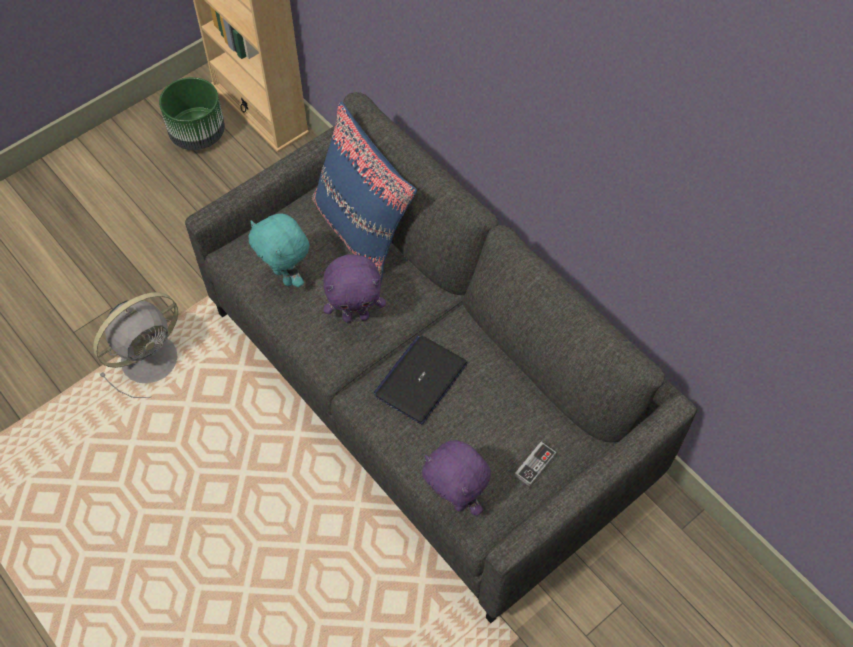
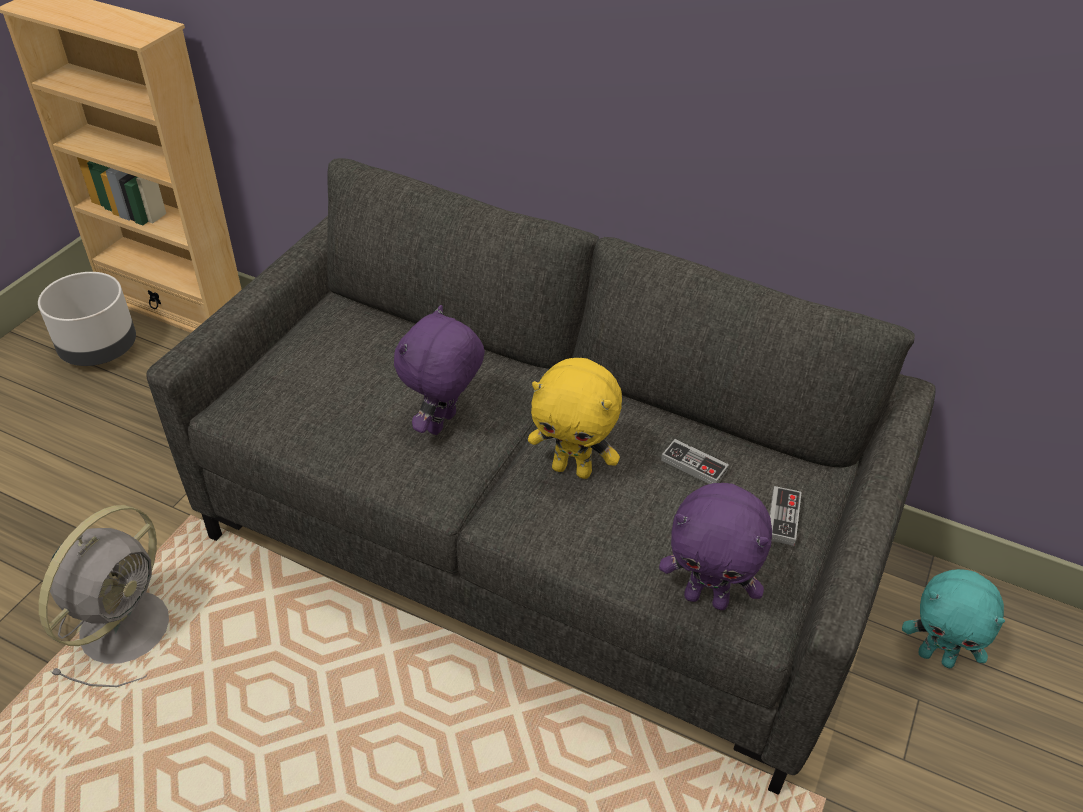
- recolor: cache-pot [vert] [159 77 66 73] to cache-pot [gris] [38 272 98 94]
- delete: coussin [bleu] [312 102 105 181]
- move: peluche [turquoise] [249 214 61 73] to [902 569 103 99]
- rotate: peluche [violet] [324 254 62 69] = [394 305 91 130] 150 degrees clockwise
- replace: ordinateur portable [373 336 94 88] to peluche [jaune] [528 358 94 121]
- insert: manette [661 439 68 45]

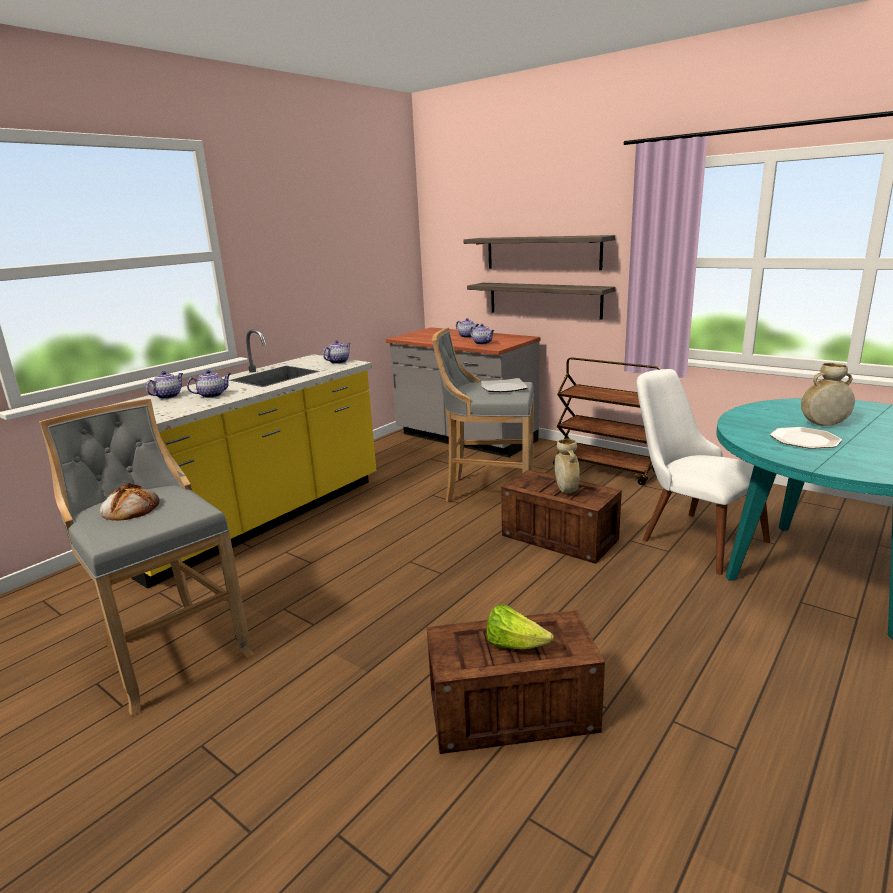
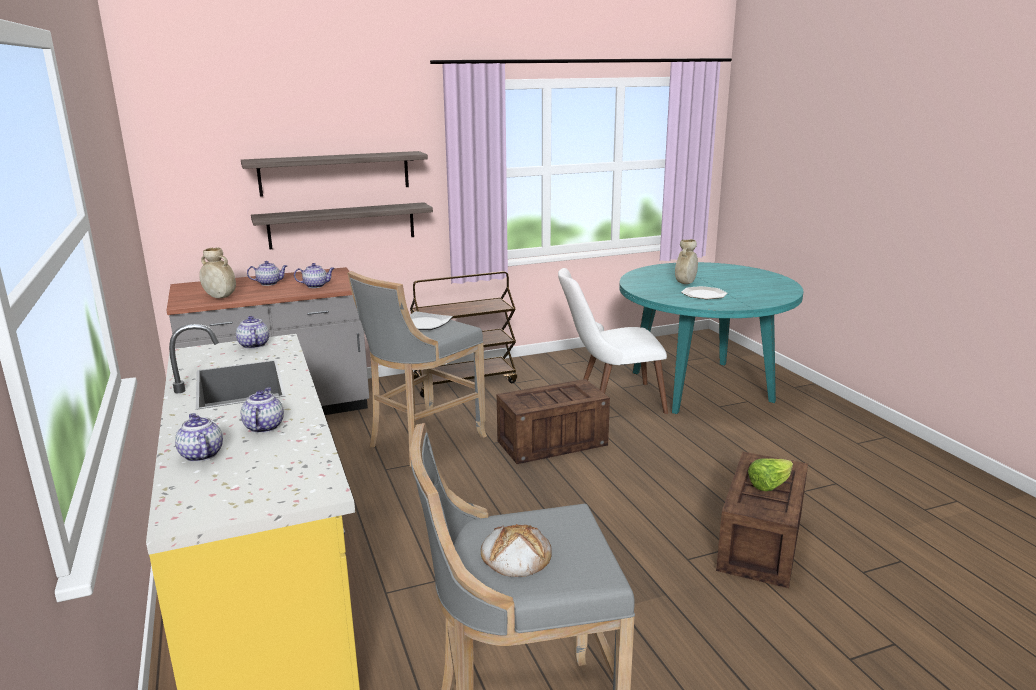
- move: vase [beige] [555 439 25 54] to [199 247 37 51]

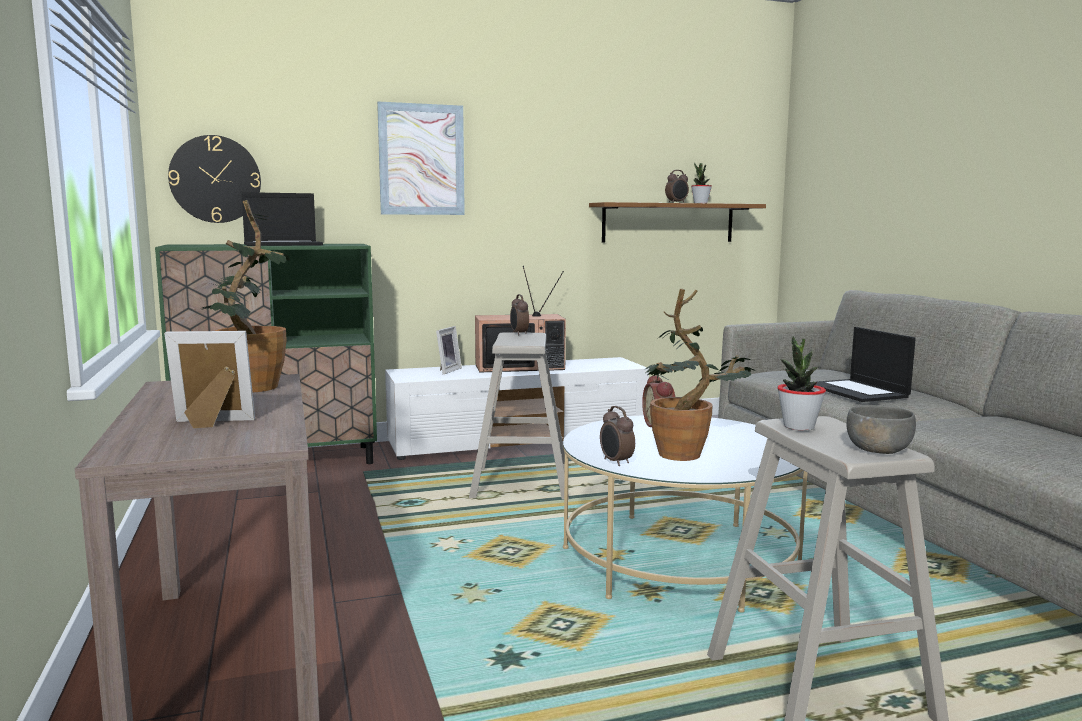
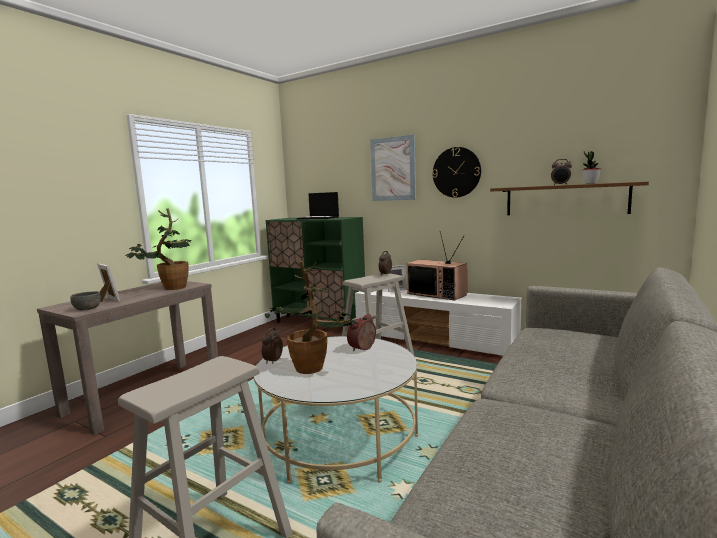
- move: horloge murale [168 135 93 88] to [432 147 49 51]
- delete: ordinateur portable [816 327 100 75]
- delete: plante en pot [777 336 49 95]
- move: bol [gris] [846 405 70 49] to [70 291 31 19]

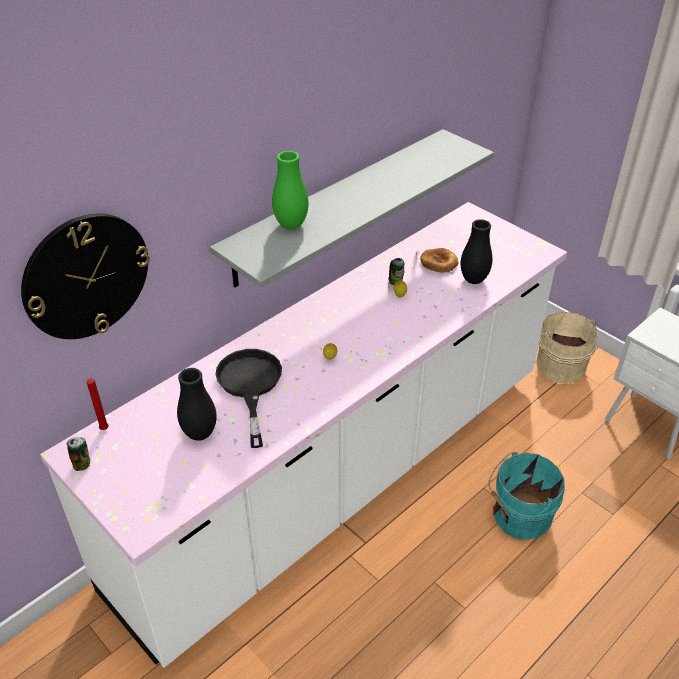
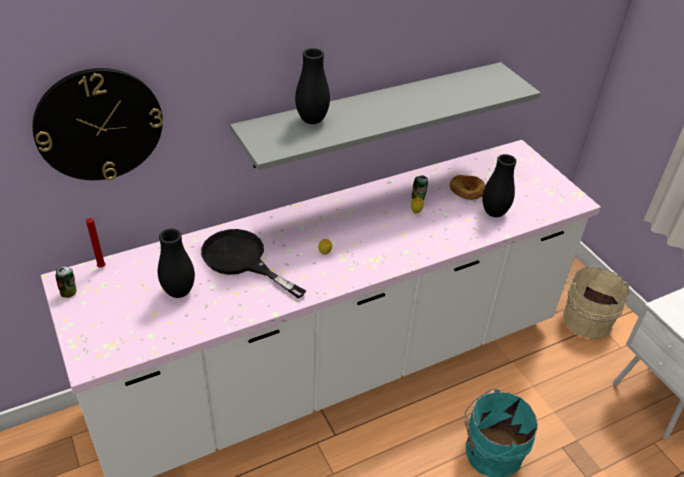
- recolor: vase [vert] [272 151 36 78] to vase [noir] [295 48 35 76]
- rotate: poêle [noir] [215 349 67 99] = [201 229 105 70] 60 degrees counterclockwise

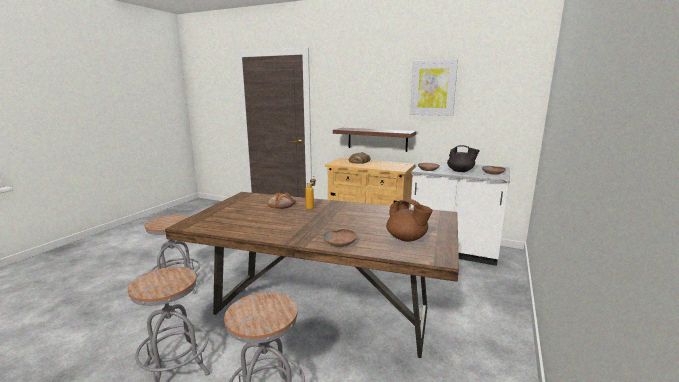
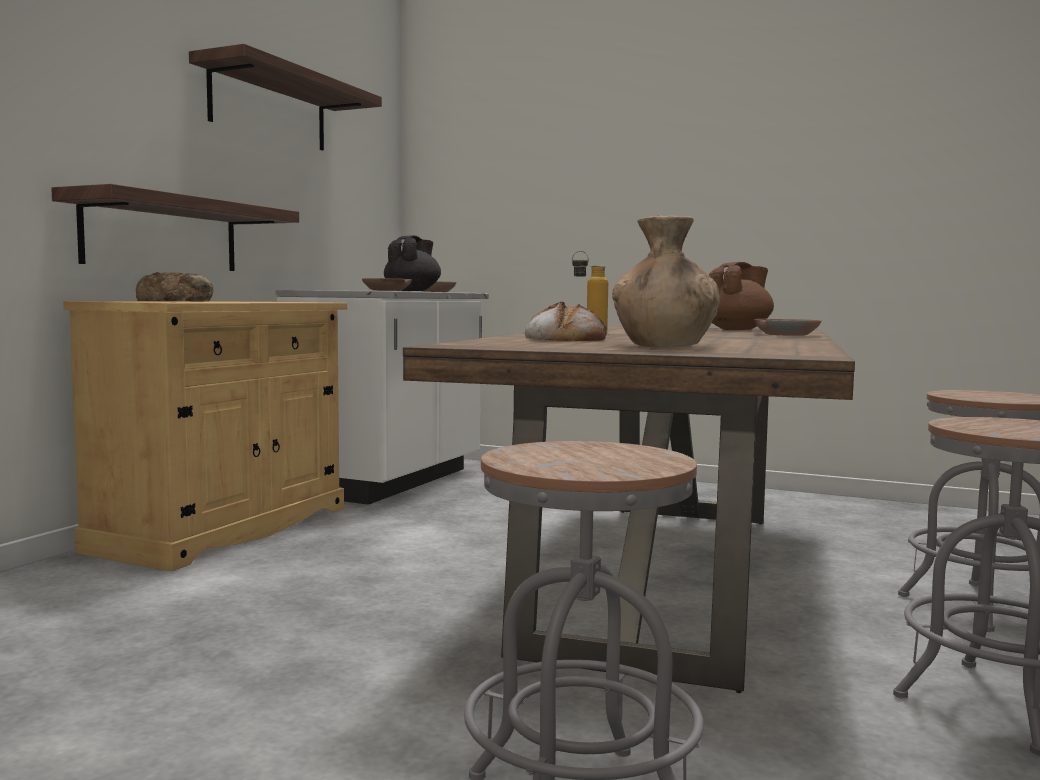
- replace: tableau [410 60 48 56] to étagère [189 44 193 107]
- insert: vase [marron] [612 216 108 131]

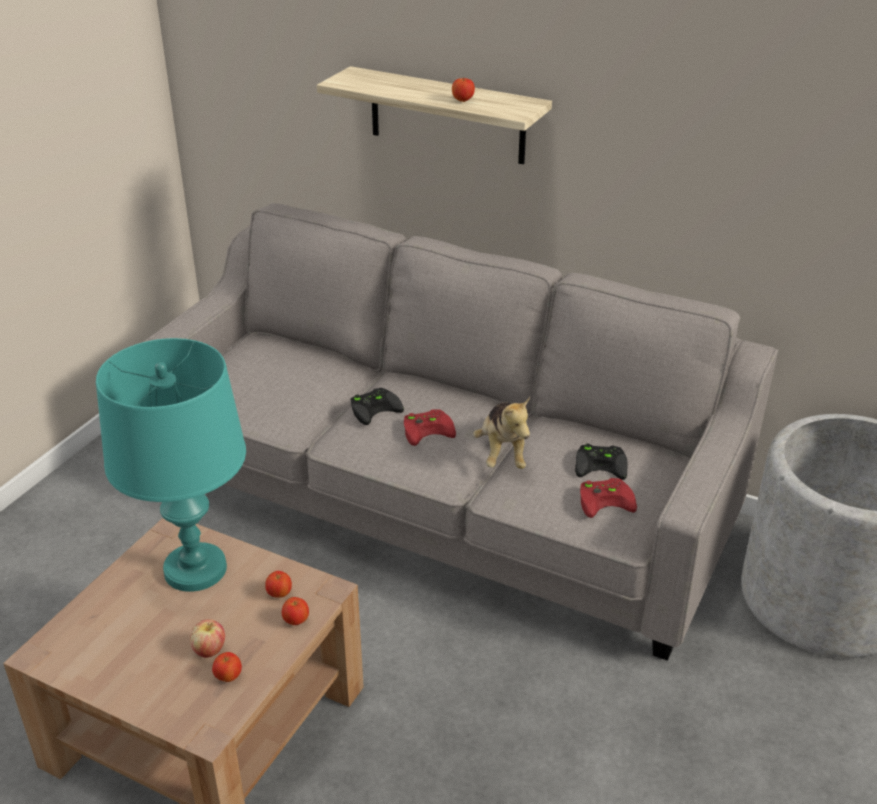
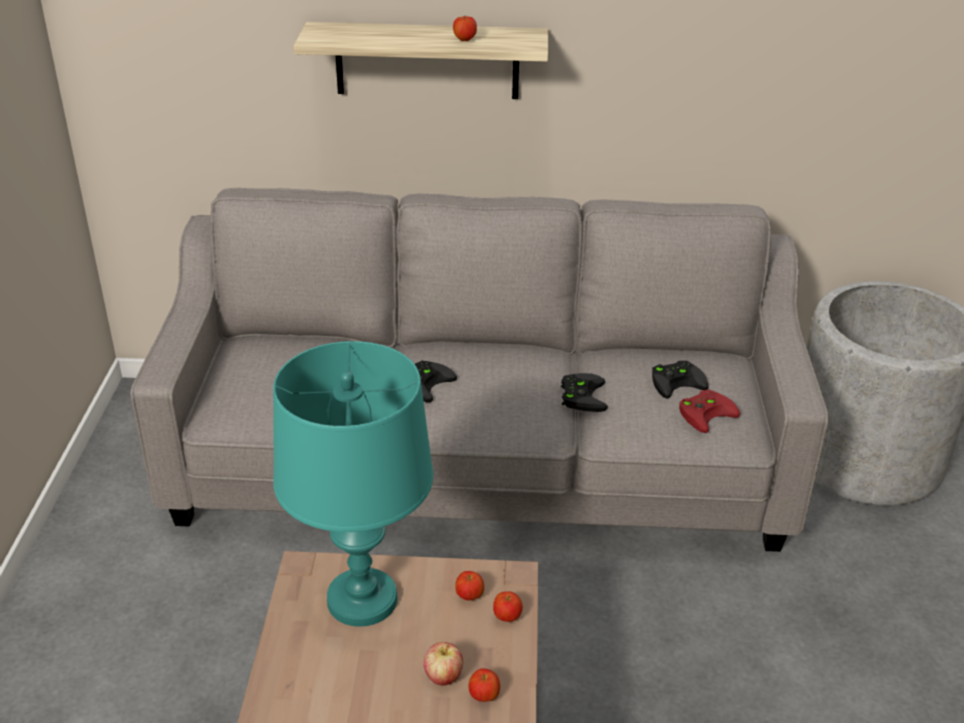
- replace: peluche [473 397 57 72] to manette [noir] [561 373 47 39]
- delete: manette [rouge] [404 409 52 37]

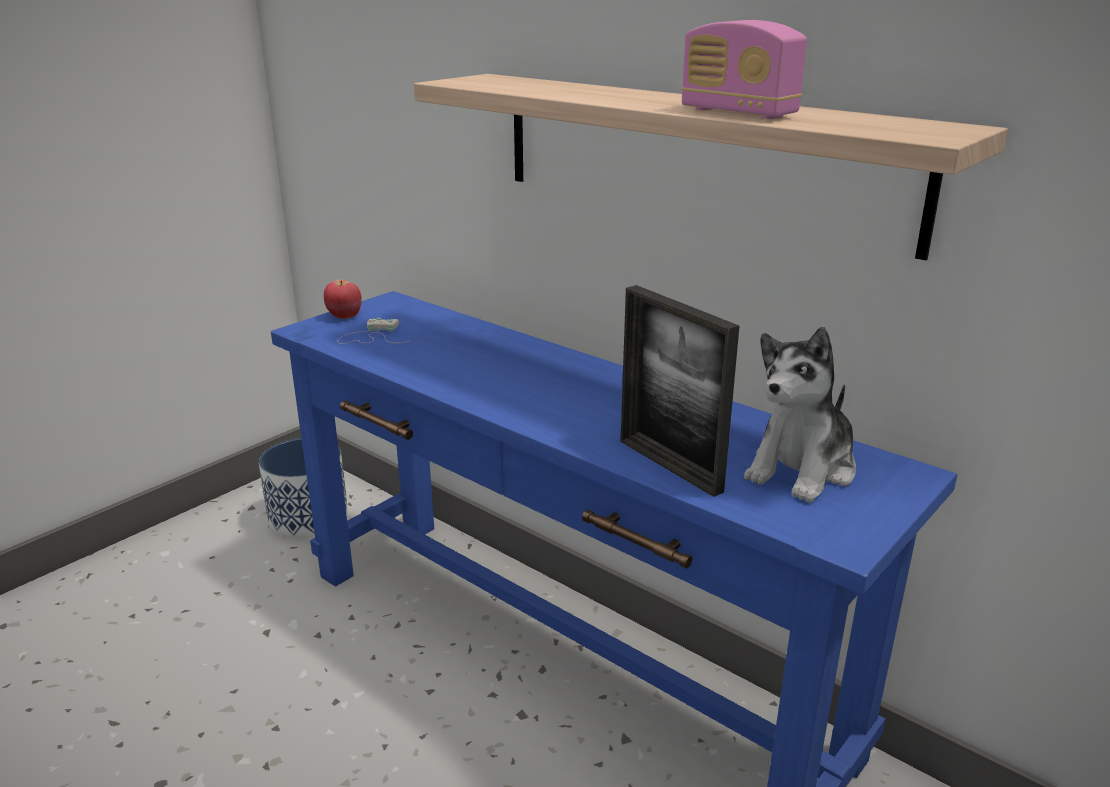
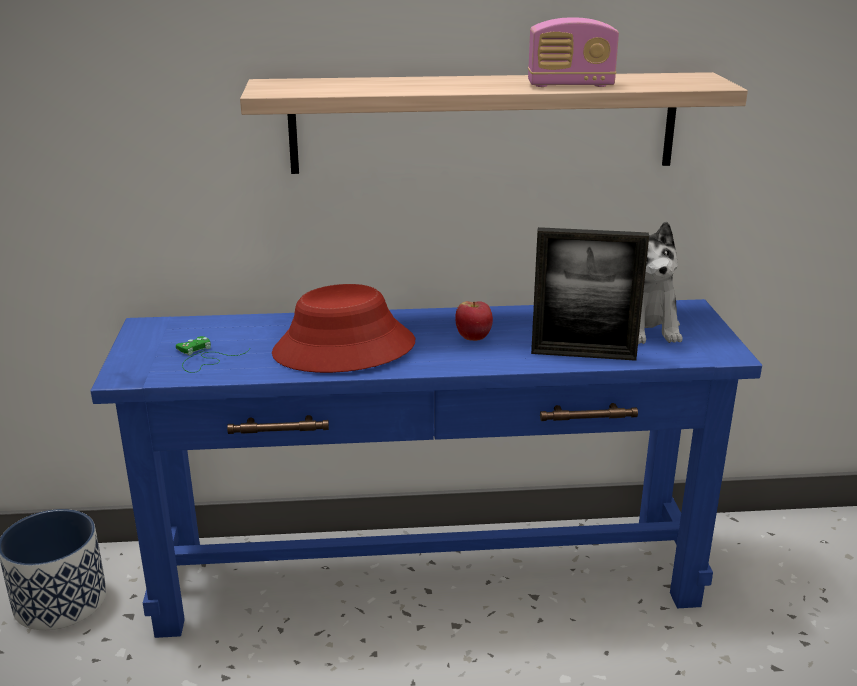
- move: pomme [324 280 38 39] to [455 301 38 40]
- recolor: manette [blanc] [337 318 73 26] to manette [vert] [176 336 74 37]
- insert: chapeau [rouge] [272 284 143 89]

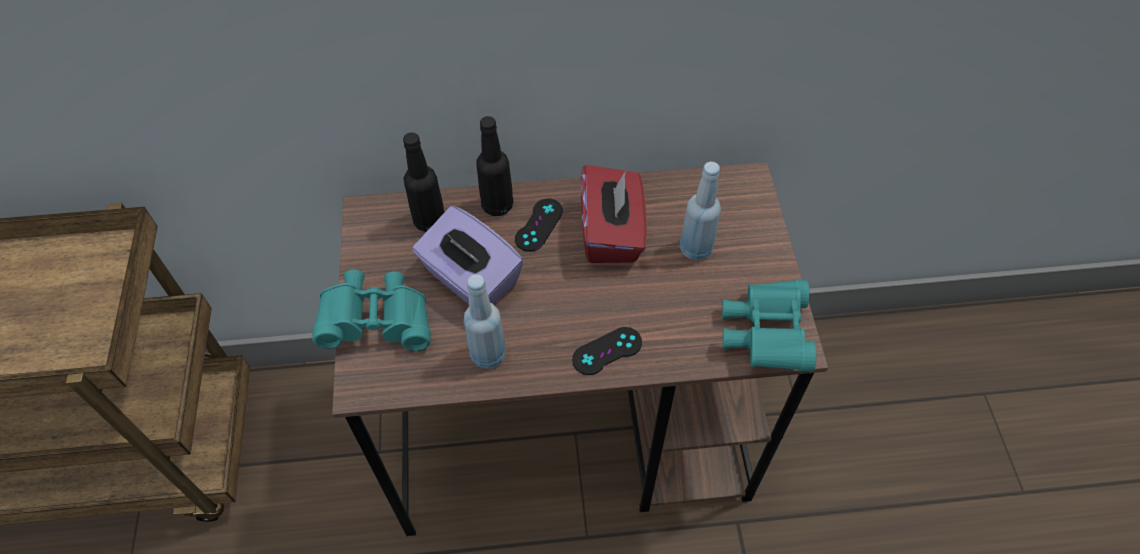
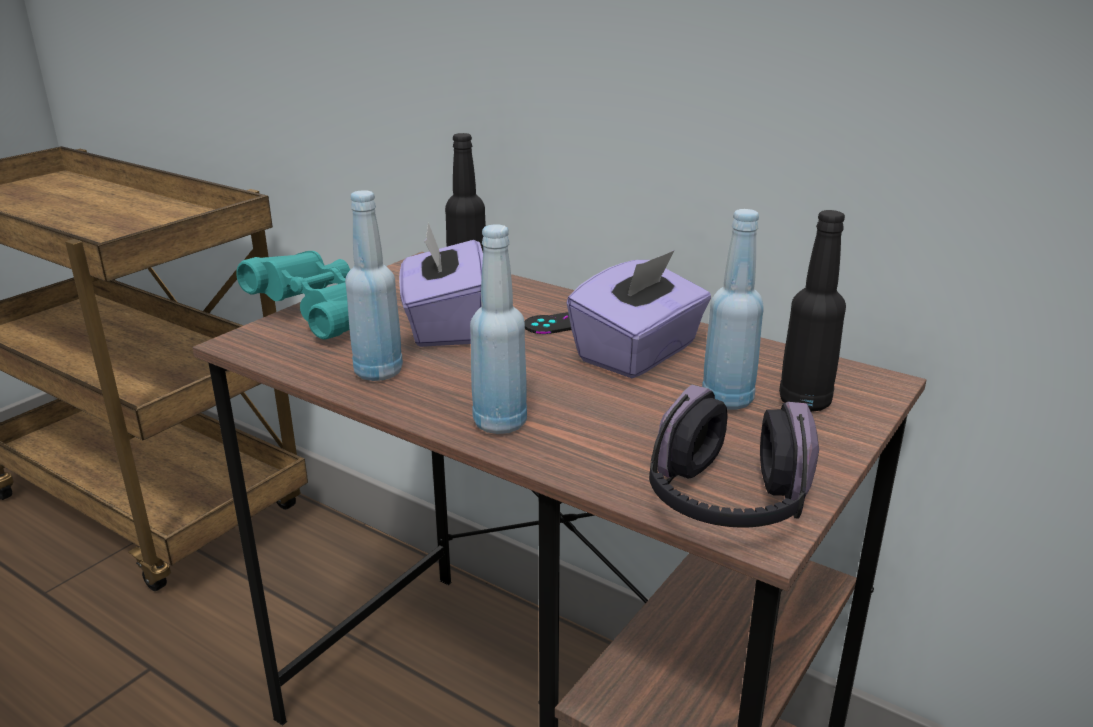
- move: bouteille [noir] [476 116 37 100] to [779 210 67 202]
- recolor: boîte à mouchoirs [rouge] [581 165 66 98] to boîte à mouchoirs [violet] [567 250 144 128]
- replace: jumelles [turquoise] [722 280 94 91] to casque audio [649 384 170 144]
- replace: manette [noir] [572 327 70 48] to bouteille [bleu] [470 224 57 210]

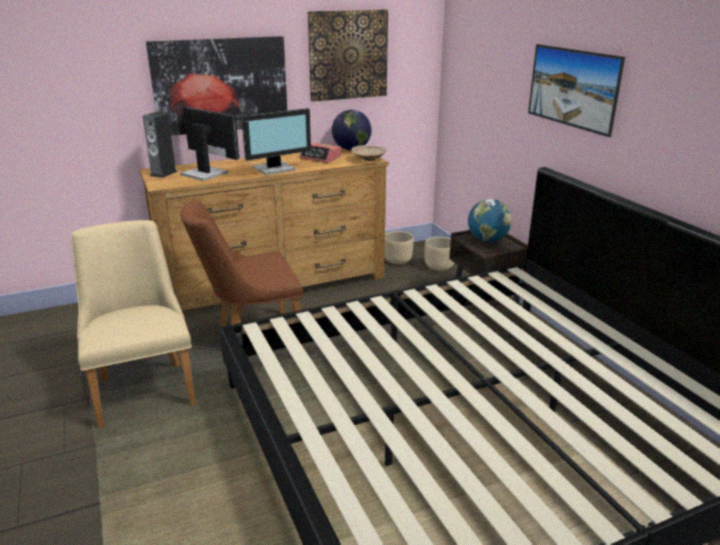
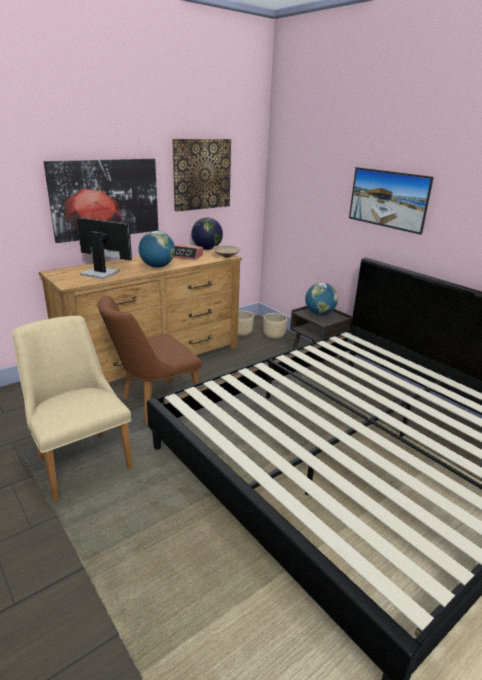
- replace: écran d'ordinateur [241 108 70 67] to globe [139 231 36 37]
- delete: enceinte [143 111 35 67]

